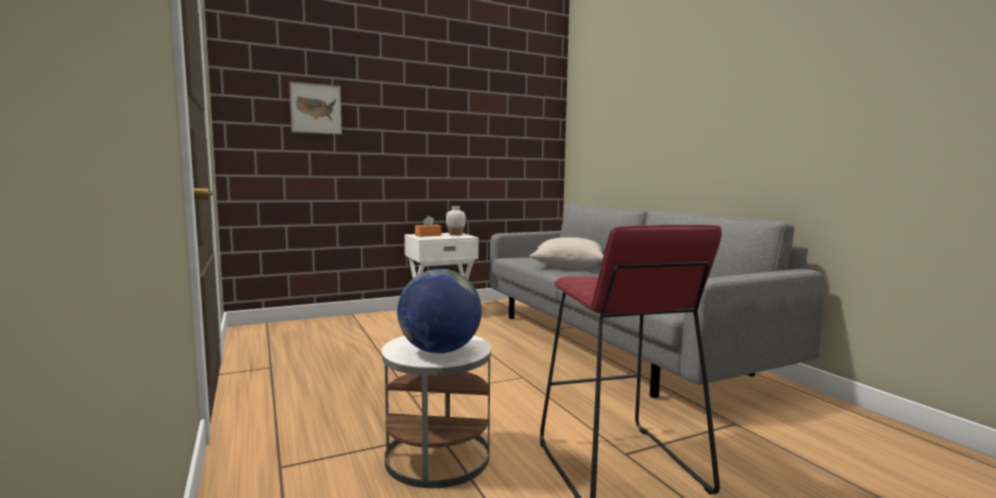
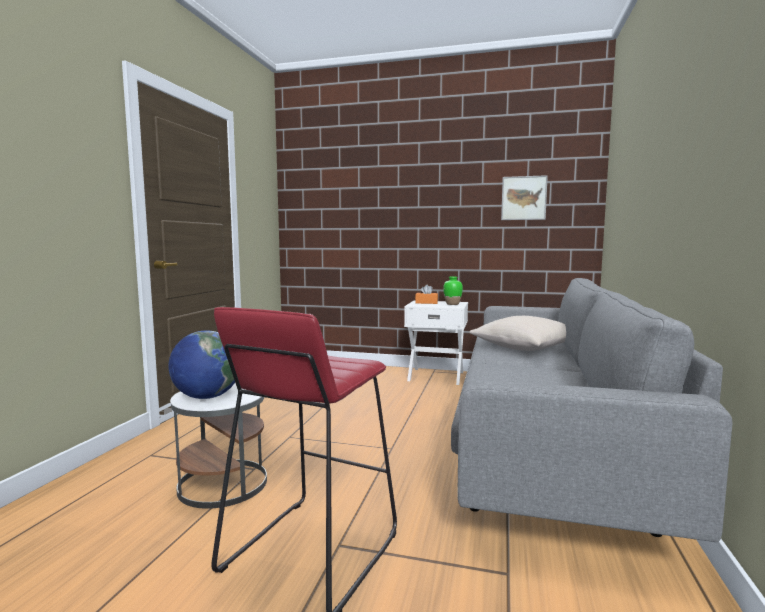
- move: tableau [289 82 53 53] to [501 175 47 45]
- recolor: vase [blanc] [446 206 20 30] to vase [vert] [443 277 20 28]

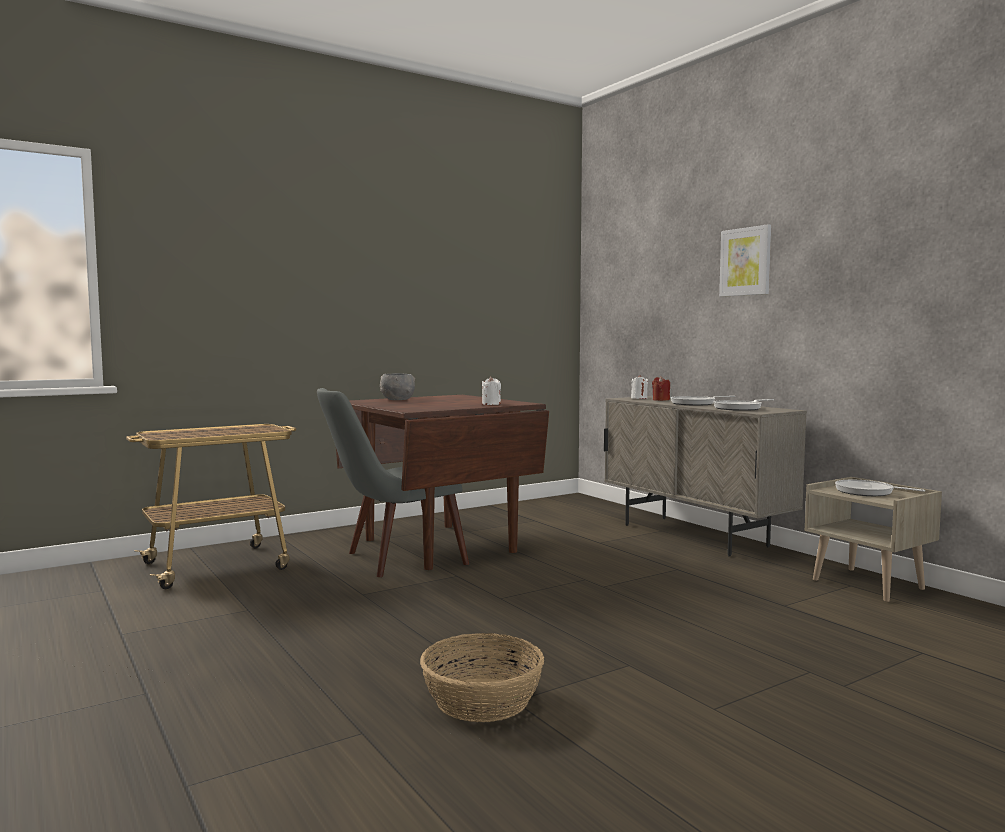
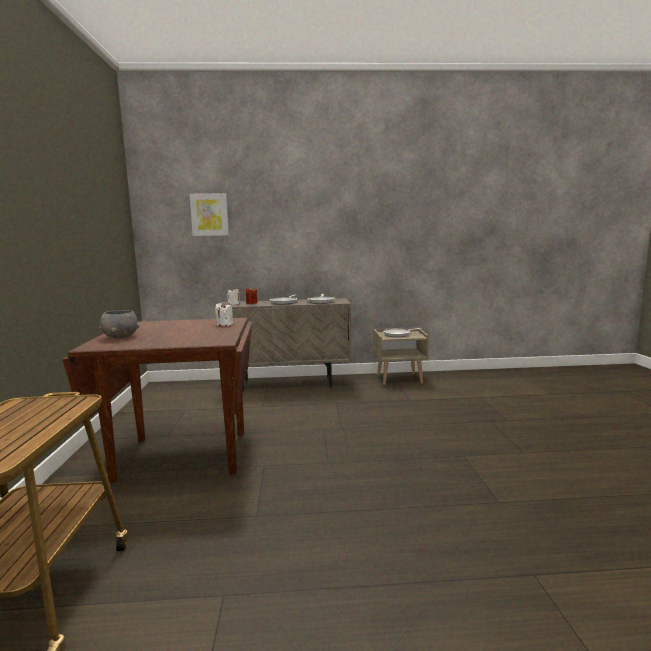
- move: tableau [719 224 52 73] to [189 193 40 43]
- delete: chaise [gris] [317 388 152 189]
- delete: panier [420 633 124 89]

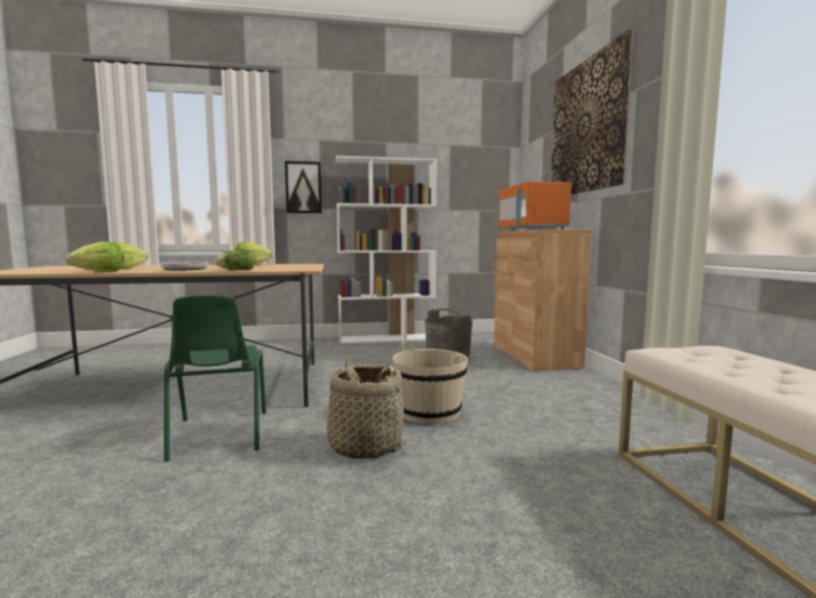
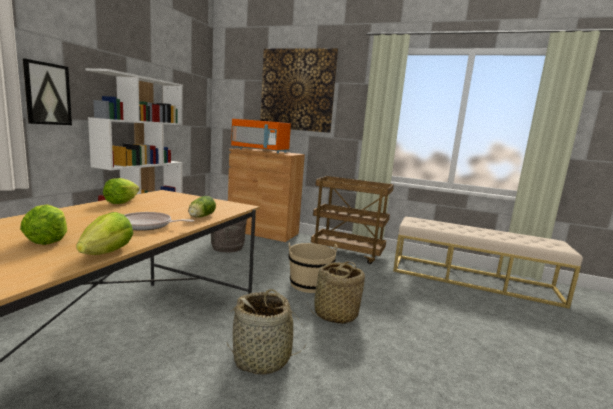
- replace: chaise [vert] [164 295 102 166] to panier [227 289 77 86]
- insert: chariot [marron] [311 176 83 88]

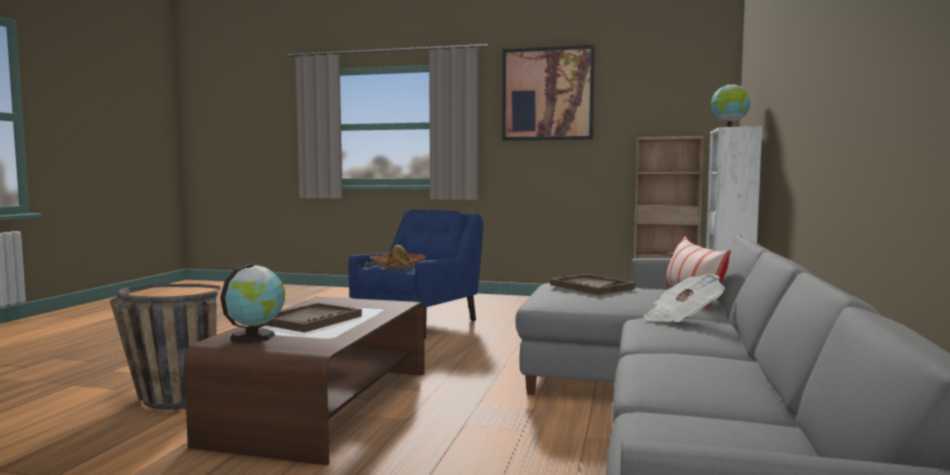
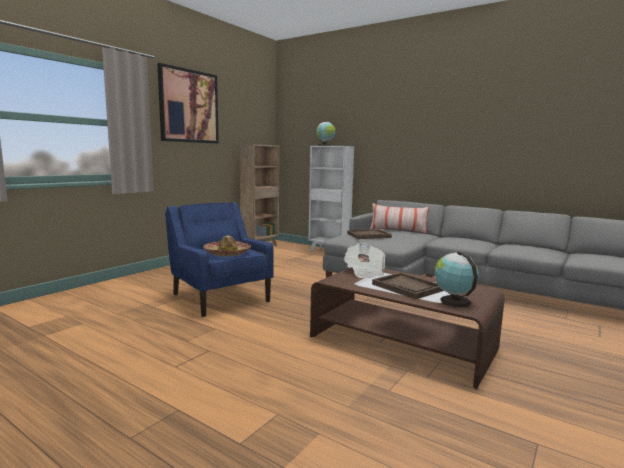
- move: journal [643 274 82 48] to [344 243 42 35]
- delete: panier [110 284 110 126]

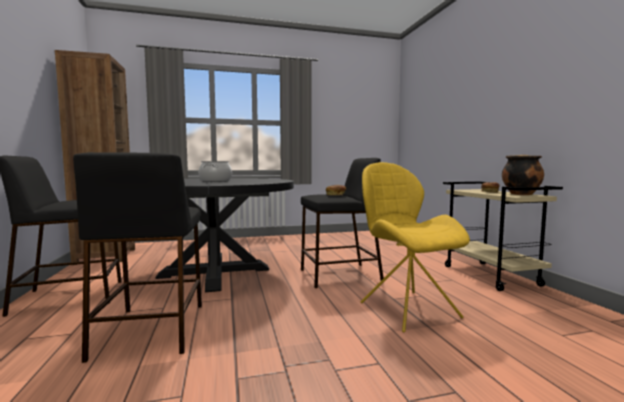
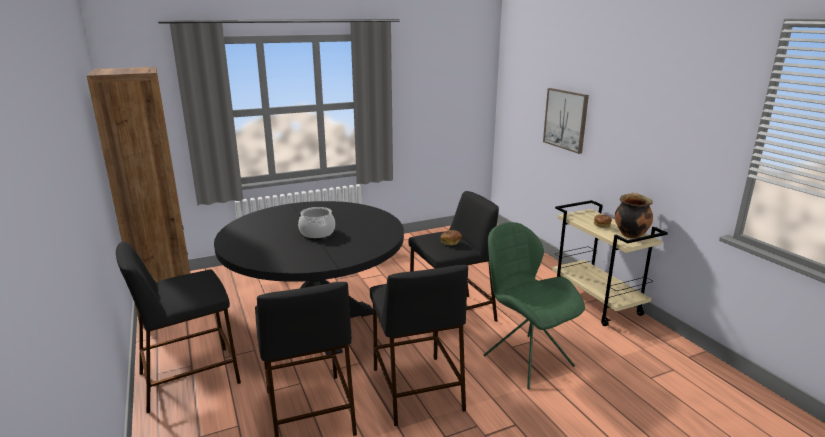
- recolor: chaise [jaune] [361 162 109 170] to chaise [vert] [484 222 101 167]
- insert: tableau [543 88 46 66]
- insert: tabouret [noir] [370 265 98 161]

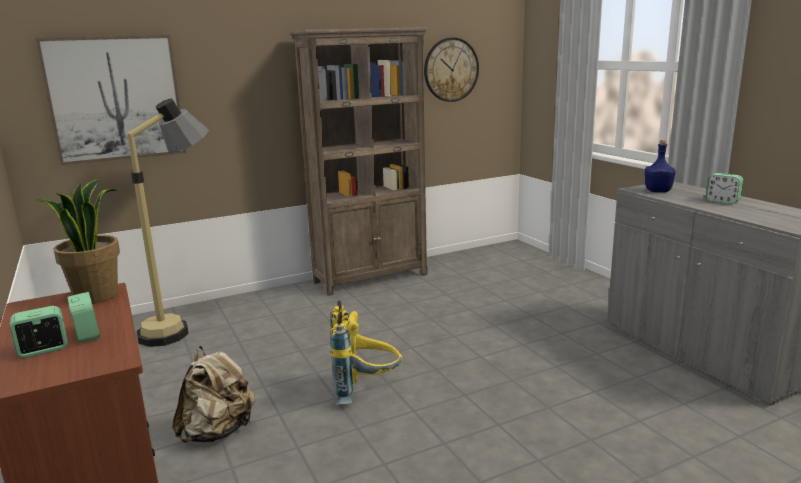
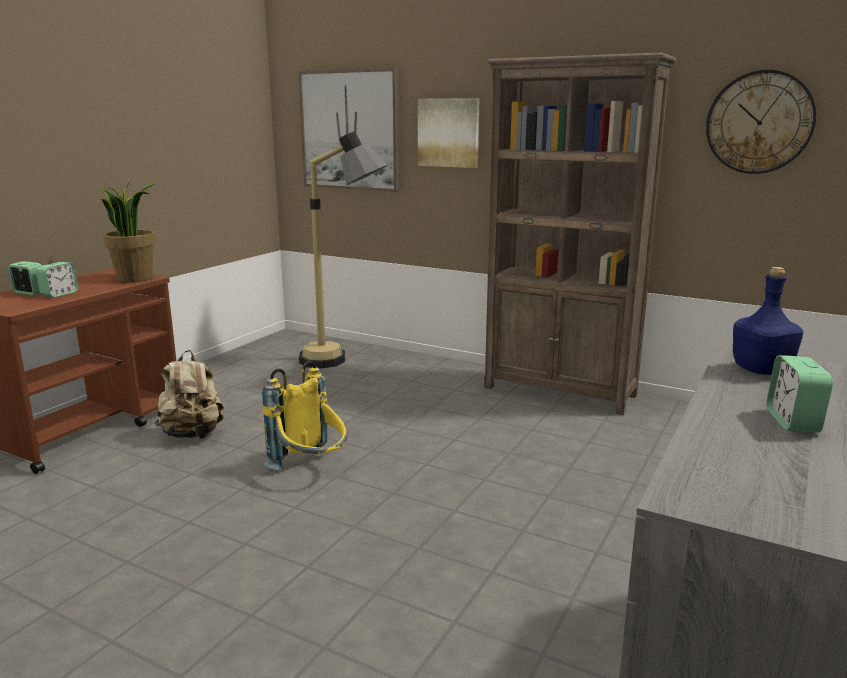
- insert: tableau [418 98 61 70]

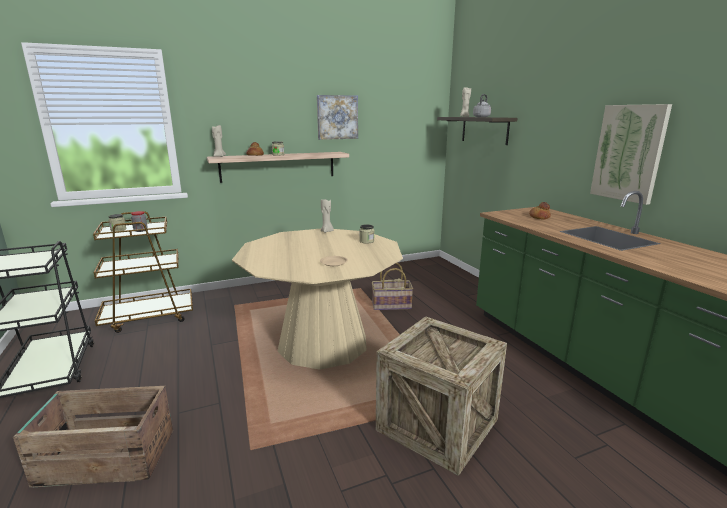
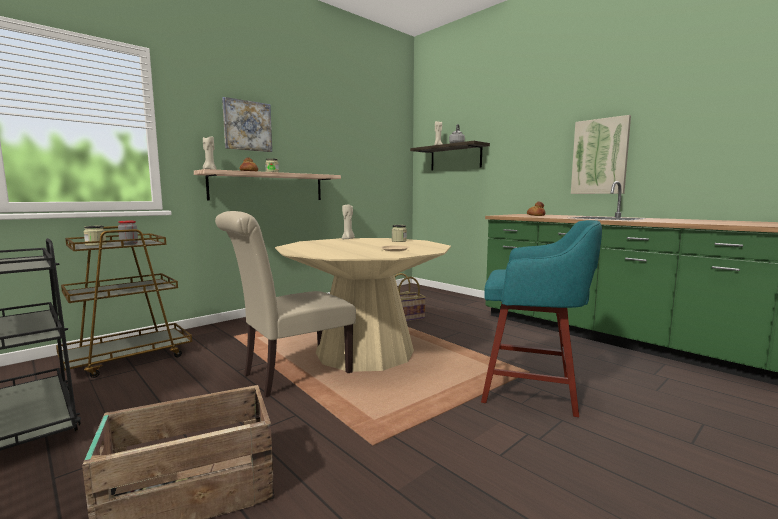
- move: tableau [317 95 41 45] to [222 97 50 55]
- replace: caisse [376 316 131 160] to tabouret [turquoise] [481 220 121 197]
- insert: chaise [beige] [215 211 141 187]

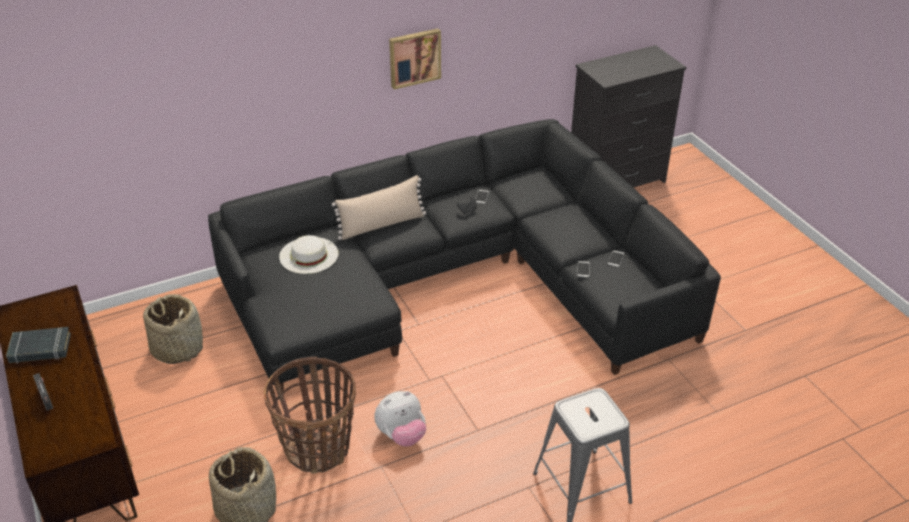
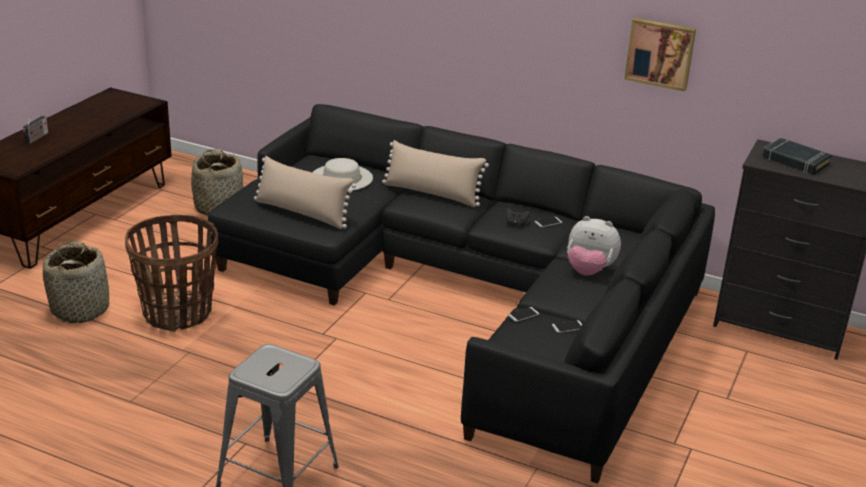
- move: tableau [389 28 52 61] to [624 18 72 74]
- move: livre [noir] [6 327 65 36] to [762 138 70 37]
- move: peluche [374 391 52 56] to [567 216 54 60]
- insert: coussin [beige] [254 156 102 73]

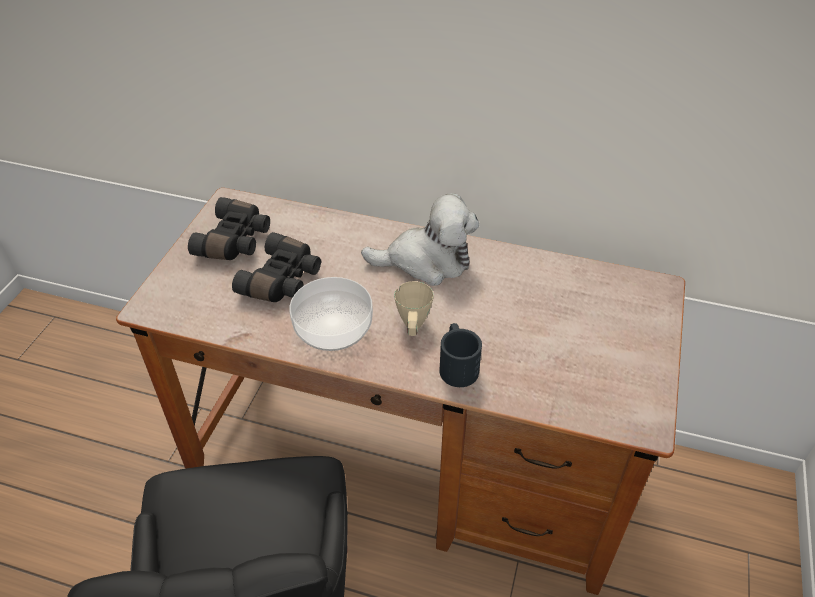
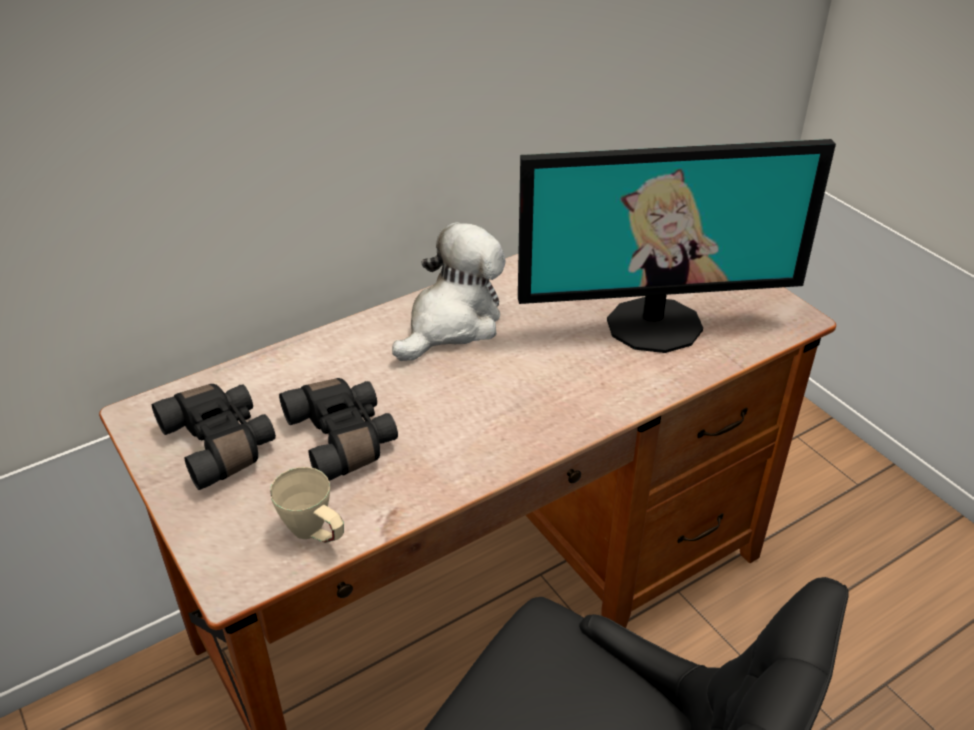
- delete: bol [290 277 83 74]
- move: mug [beige] [394 281 40 55] to [270 467 74 76]
- delete: mug [noir] [440 323 42 64]
- insert: écran d'ordinateur [518 139 318 214]

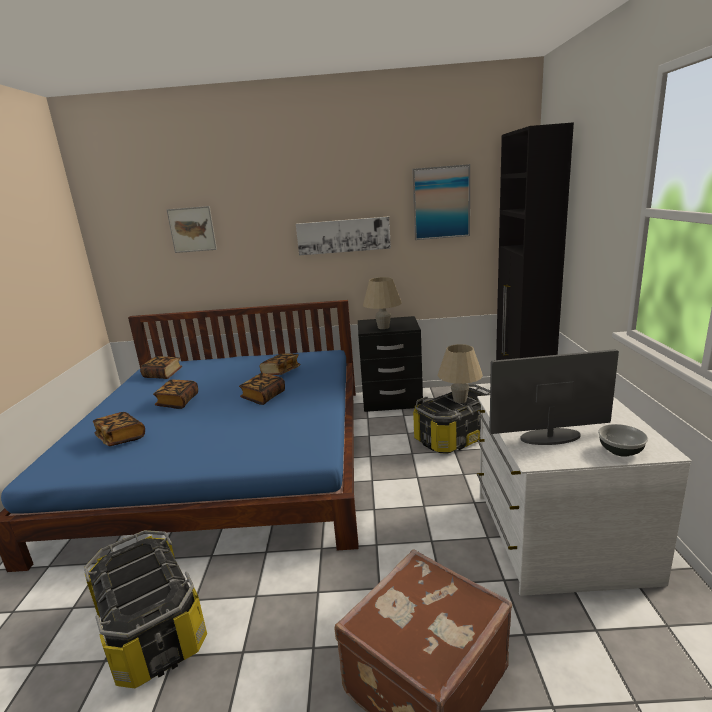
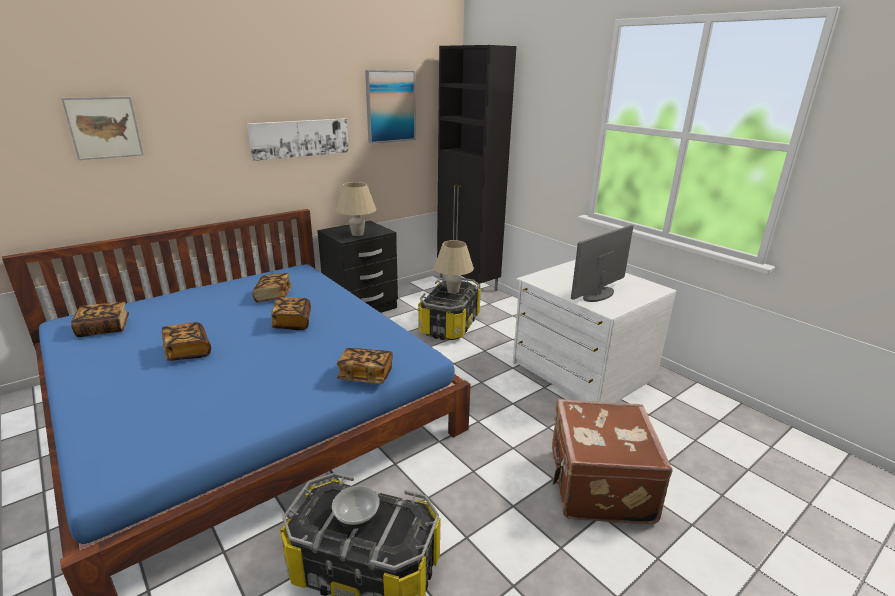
- move: livre [93 412 52 34] to [337 348 56 36]
- move: bol [598 424 50 33] to [332 486 47 43]

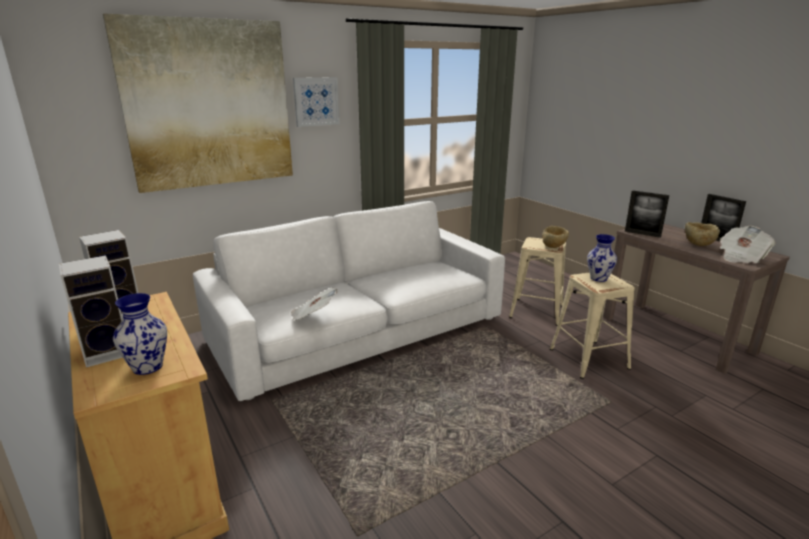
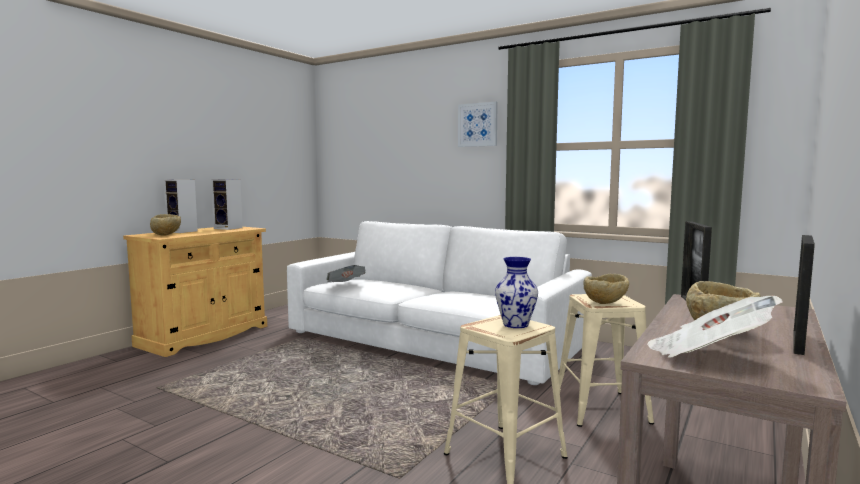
- delete: tableau [103 13 190 180]
- replace: vase [113 293 54 82] to bol [beige] [150 214 31 22]

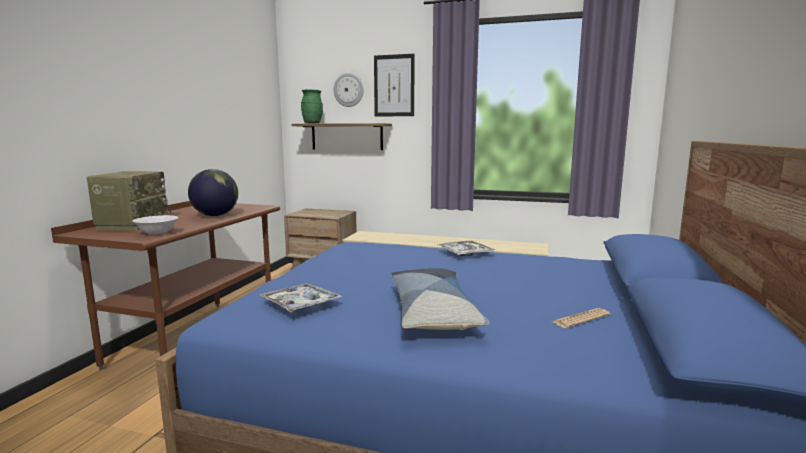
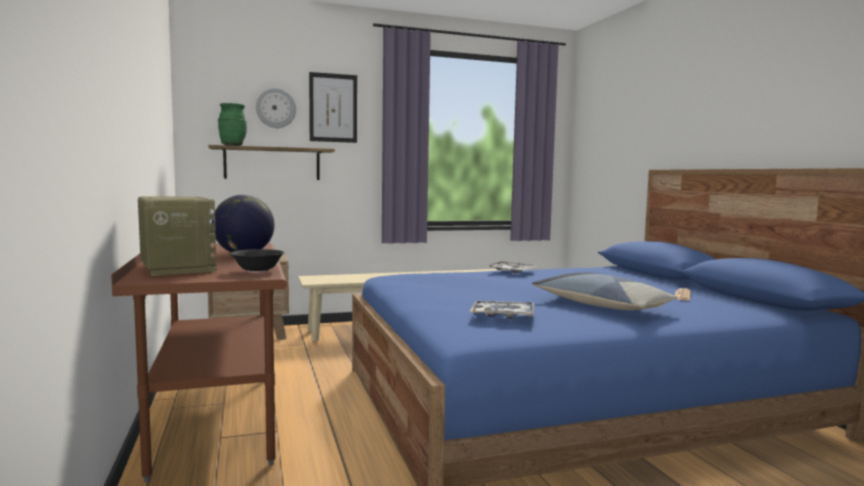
- recolor: bol [blanc] [133 215 45 20] to bol [noir] [230 249 54 24]

